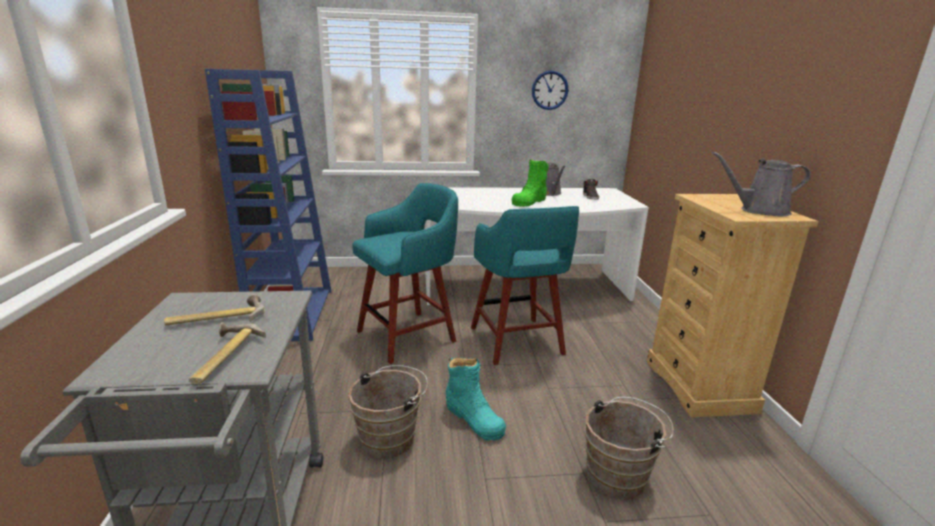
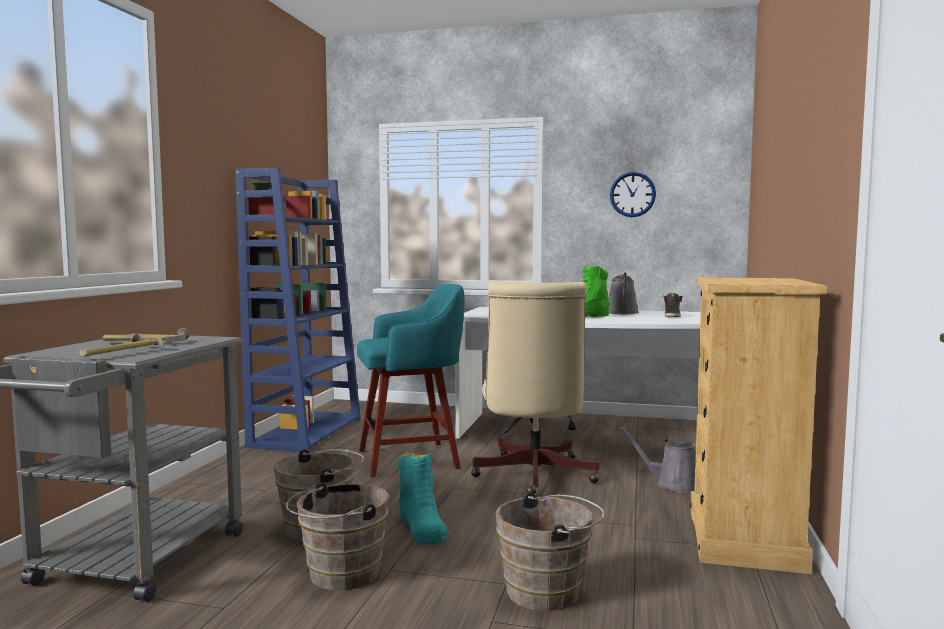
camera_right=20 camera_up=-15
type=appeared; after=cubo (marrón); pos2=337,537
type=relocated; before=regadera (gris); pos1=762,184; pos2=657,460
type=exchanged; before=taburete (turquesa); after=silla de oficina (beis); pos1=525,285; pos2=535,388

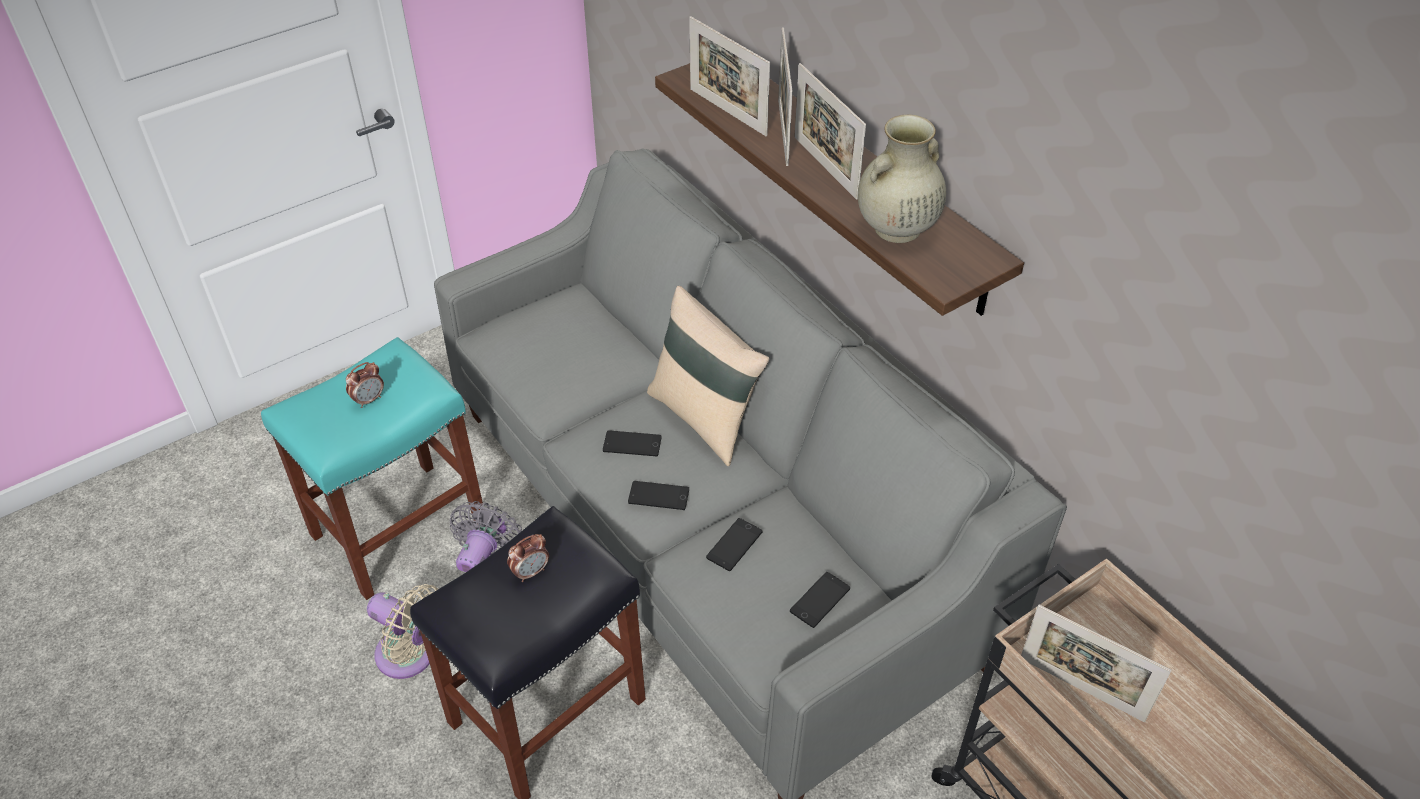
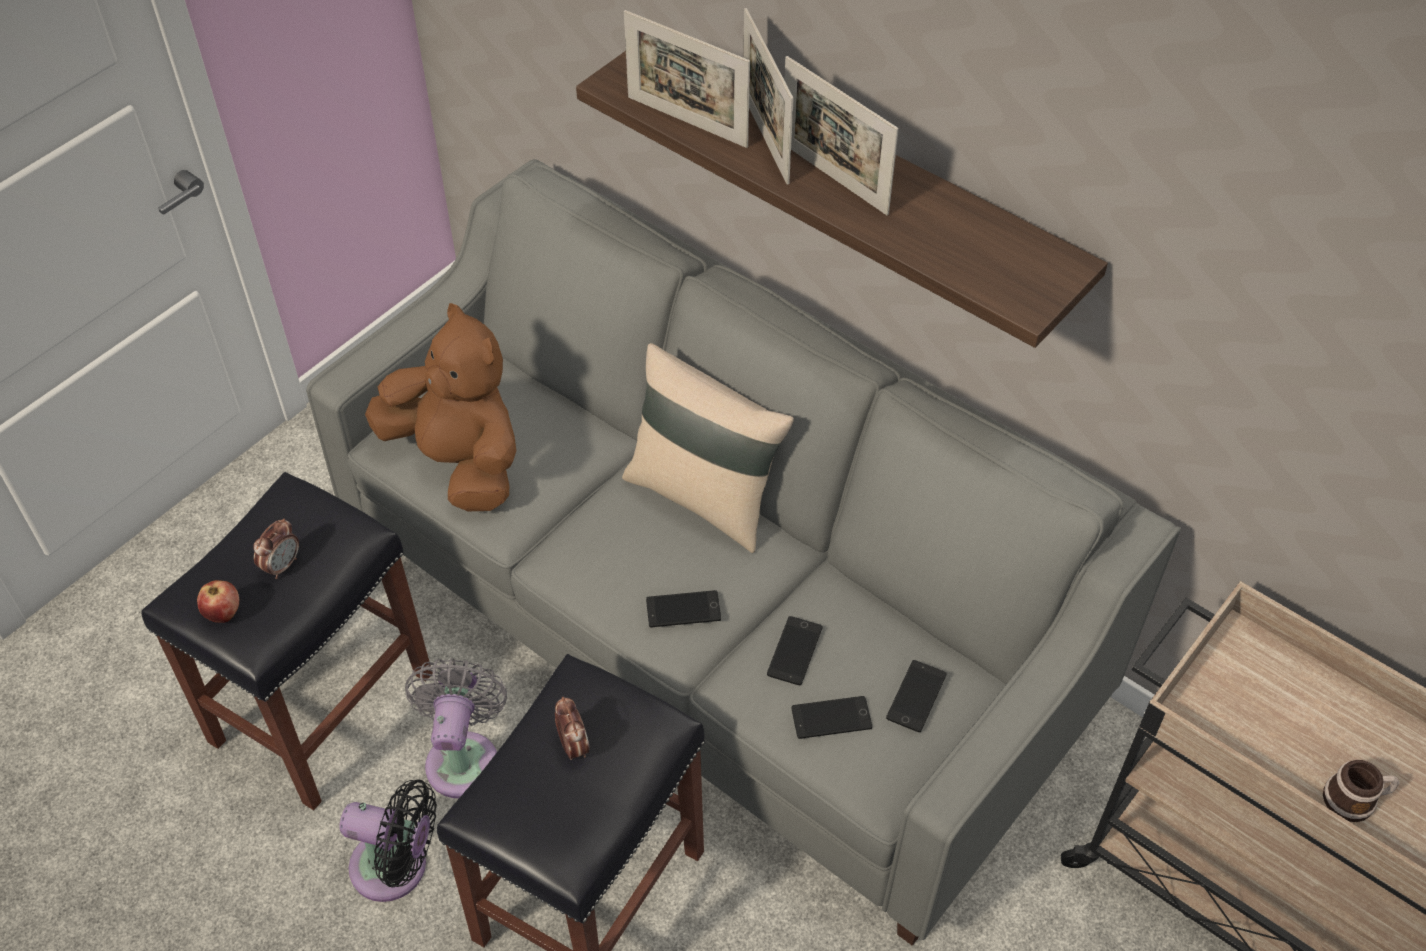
camera_right=-15 camera_up=5
type=missing; before=florero (beis); pos1=902,179
type=missing; before=portarretratos; pos1=1096,663
type=appeared; after=manzana; pos2=218,601
type=appeared; after=peluche (marrón); pos2=440,407
type=appeared; after=taza grande; pos2=1361,791
type=relocated; before=móvil; pos1=632,443; pos2=832,717
type=colour; before=taburete (turquesa); after=taburete (negro); pos1=372,468; pos2=287,641
type=colour; before=ventilador (beis); after=ventilador (negro); pos1=402,631; pos2=388,840
type=spun; before=despertador; pos1=528,558; pos2=572,728; turn=-60

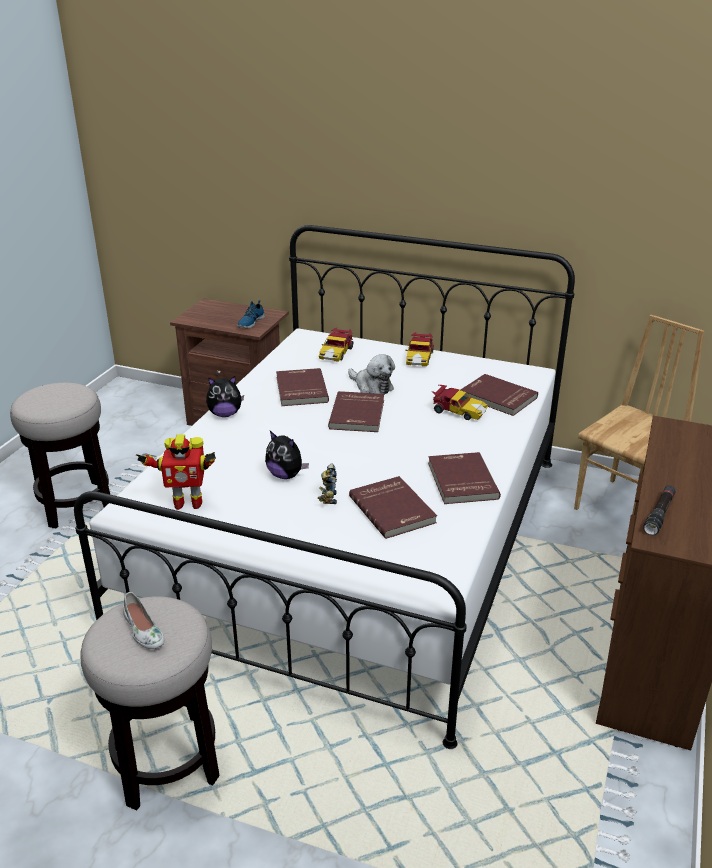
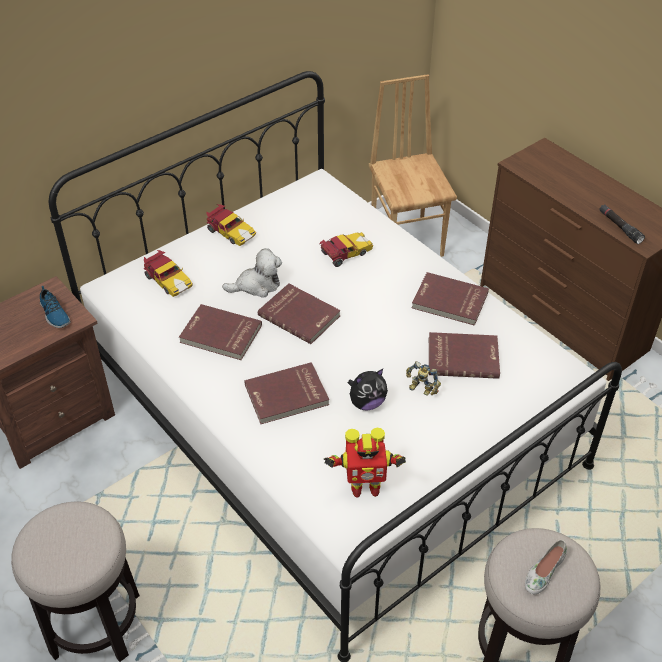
camera_right=-60 camera_up=15
type=missing; before=peluche; pos1=225,396
type=relocated; before=libro (rojo); pos1=499,395; pos2=286,393
type=spun; before=zapato (blanco); pos1=143,620; pos2=546,567; turn=135
type=spun; before=robot de juguete; pos1=176,472; pos2=365,463; turn=60

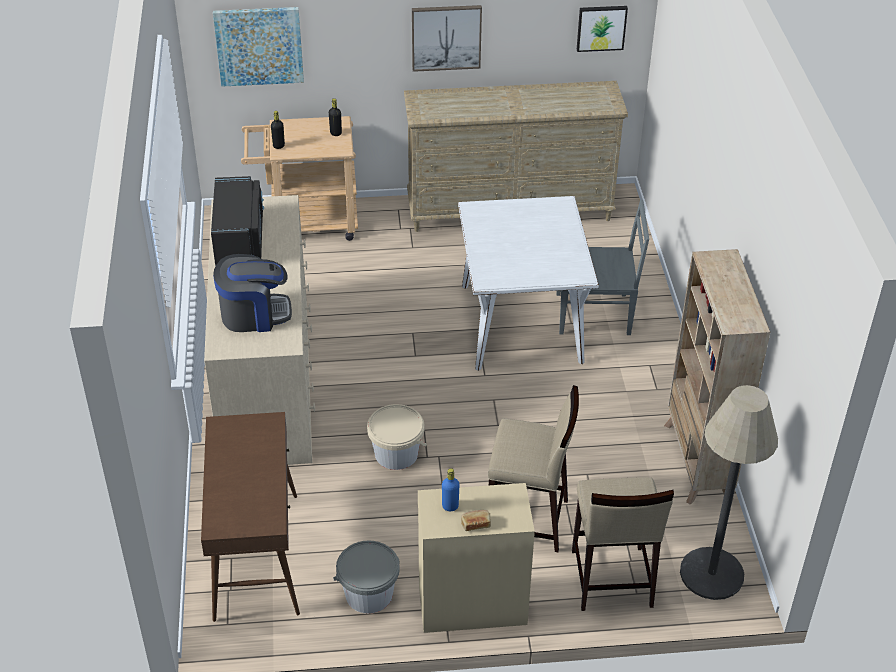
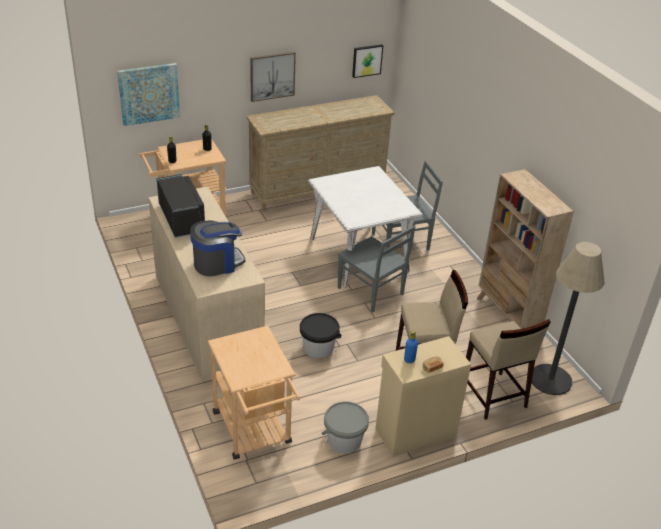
camera_right=-20 camera_up=-5
type=appeared; after=silla (gris); pos2=377,269
type=exchanged; before=mesa consola (marrón); after=carrito (beis); pos1=250,517; pos2=254,393
type=colour; before=cubo (beis); after=cubo (negro); pos1=397,437; pos2=321,335

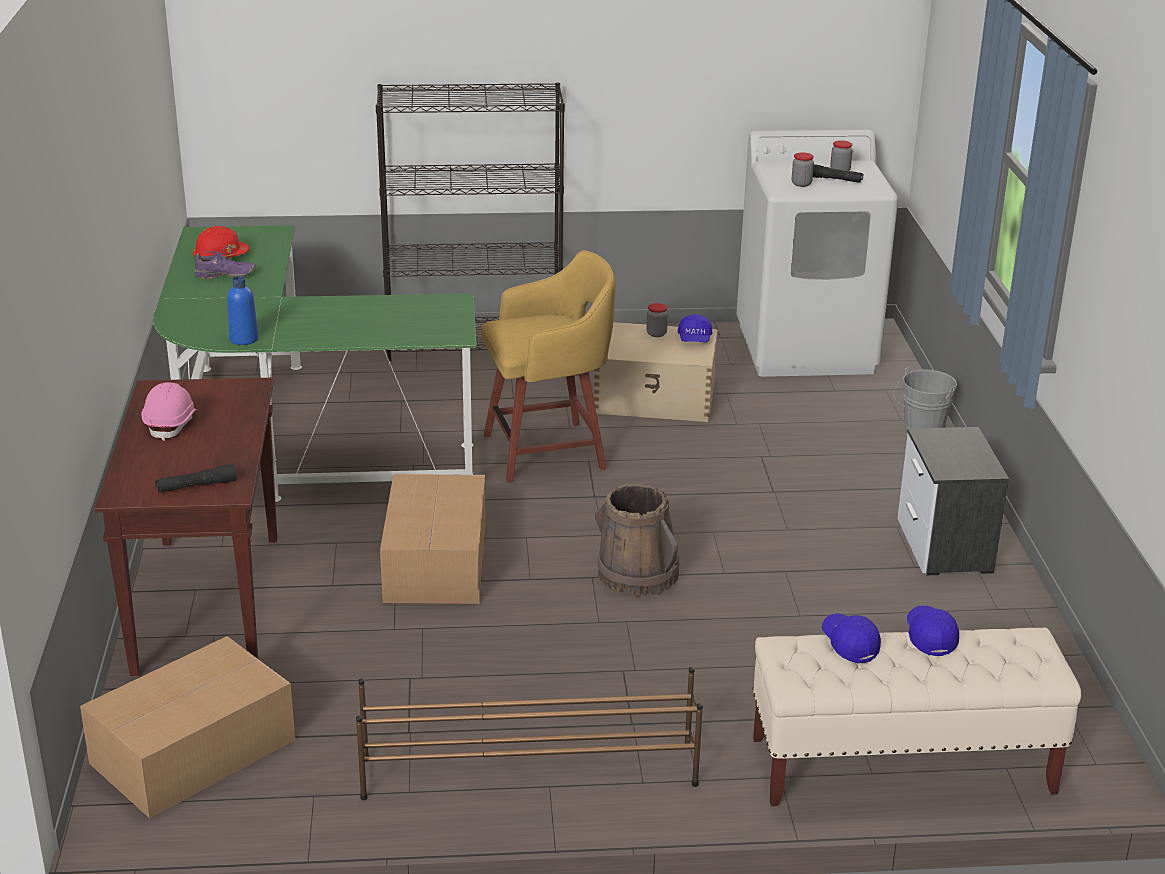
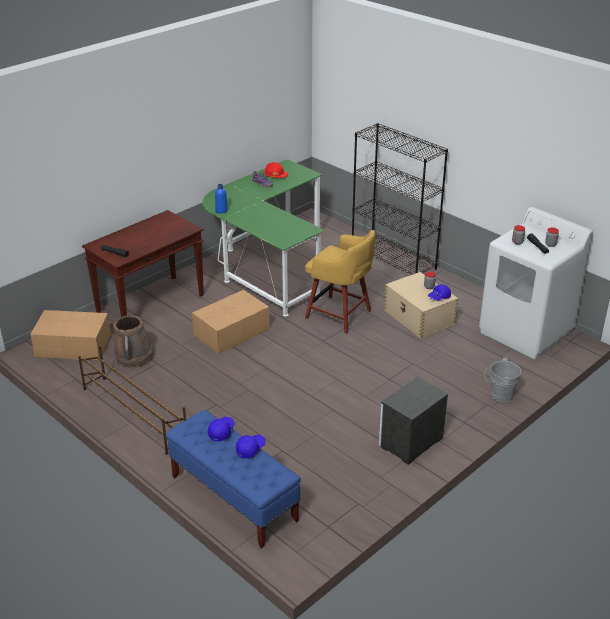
camera_right=50 camera_up=5
type=missing; before=casco (rosa); pos1=169,411
type=relocated; before=cubo (marrón); pos1=637,540; pos2=133,342
type=colour; before=banco (beis); after=banco (azul); pos1=917,716; pos2=233,479

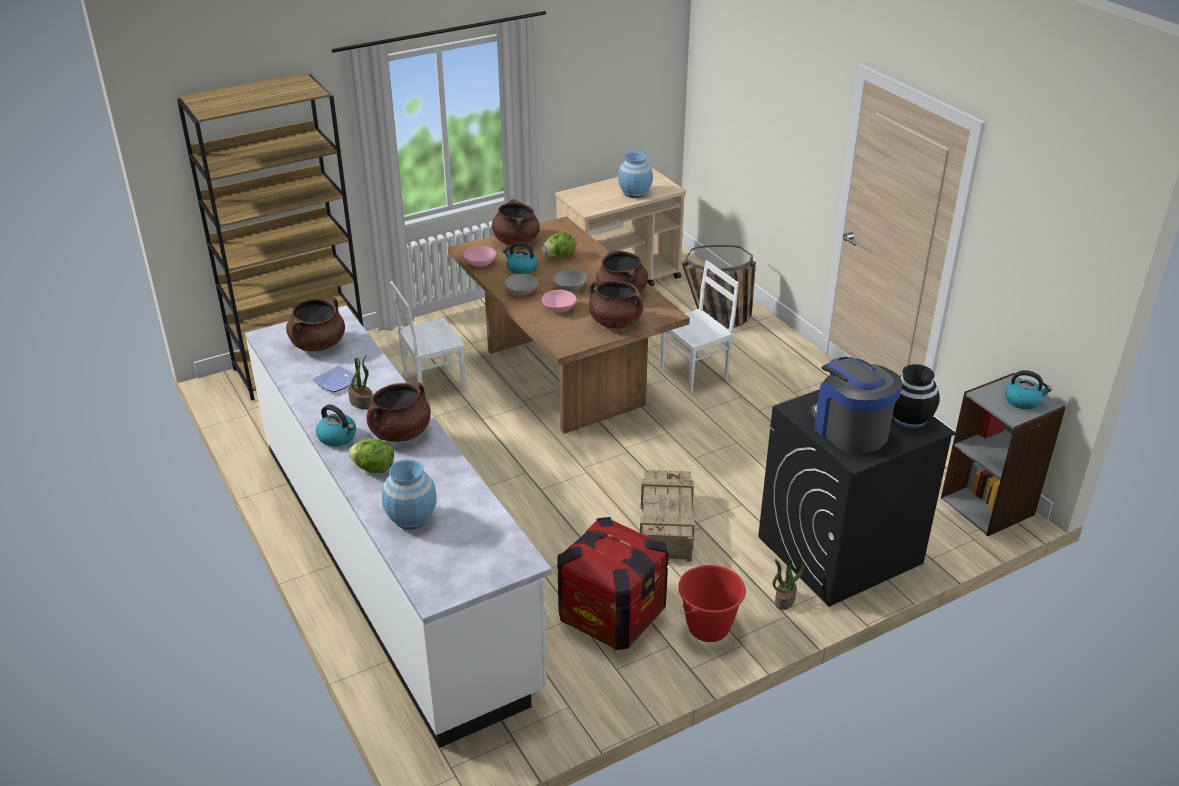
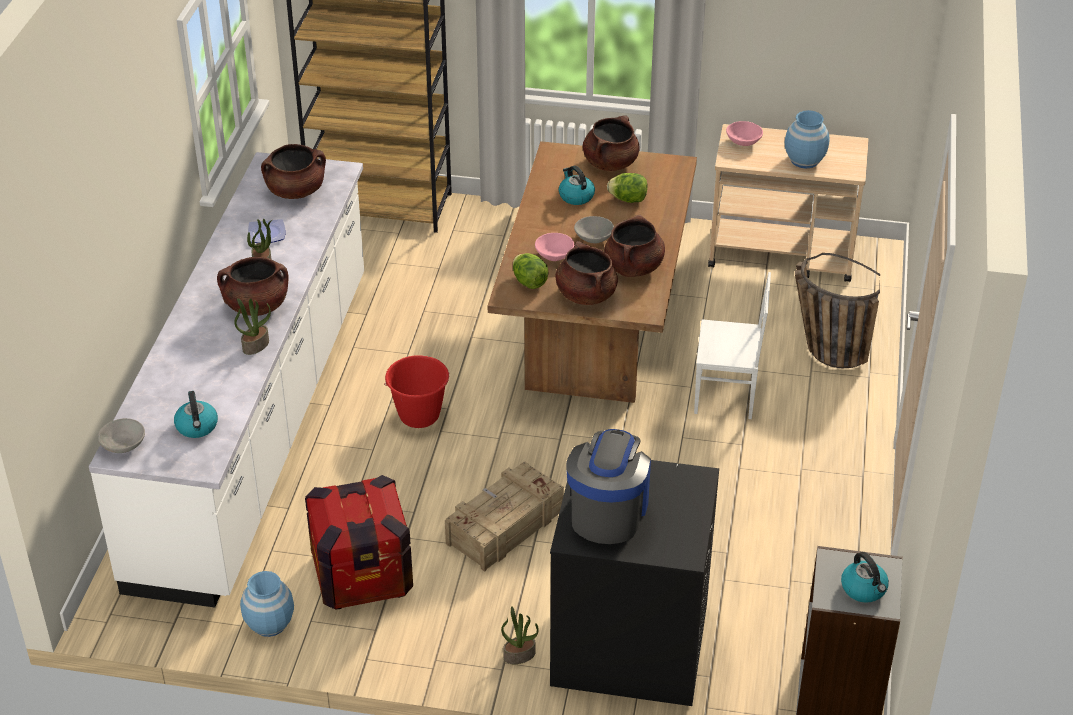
camera_right=40 camera_up=5
type=missing; before=silla (blanco); pos1=428,336
type=missing; before=florero (negro); pos1=916,396
type=appeared; after=planta en maceta; pos2=252,326
type=relocated; before=hervidor; pos1=336,425; pos2=196,414
type=relocated; before=lechuga; pos1=371,456; pos2=531,271
type=relocated; before=florero (azul); pos1=409,494; pos2=267,604
type=relocated; before=cuenco (rosa); pos1=479,256; pos2=744,133
type=relocated; before=cuenco (gris); pos1=521,285; pos2=121,435
type=relocated; before=cubo (rojo); pos1=712,603; pos2=417,391

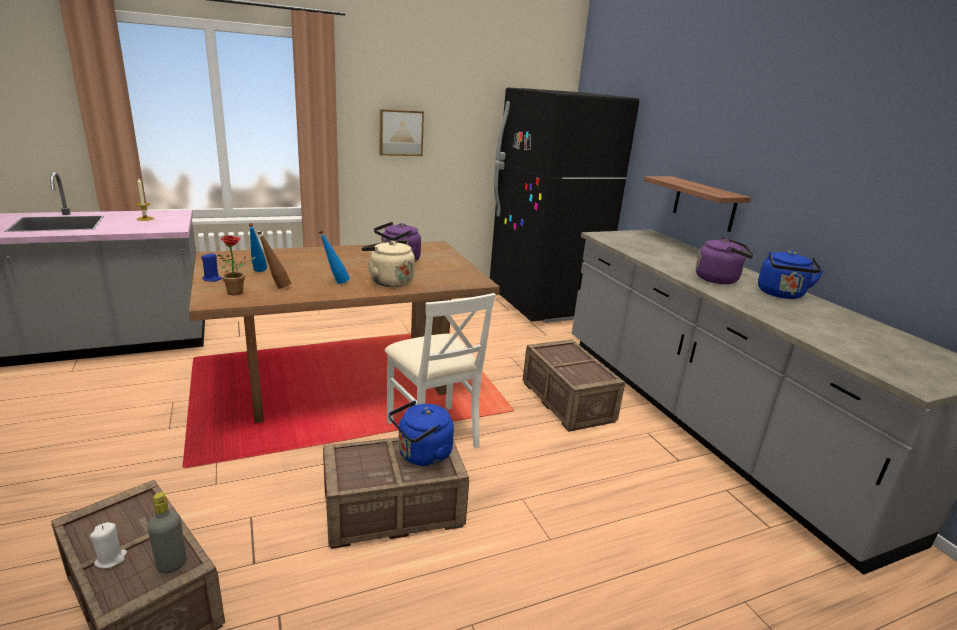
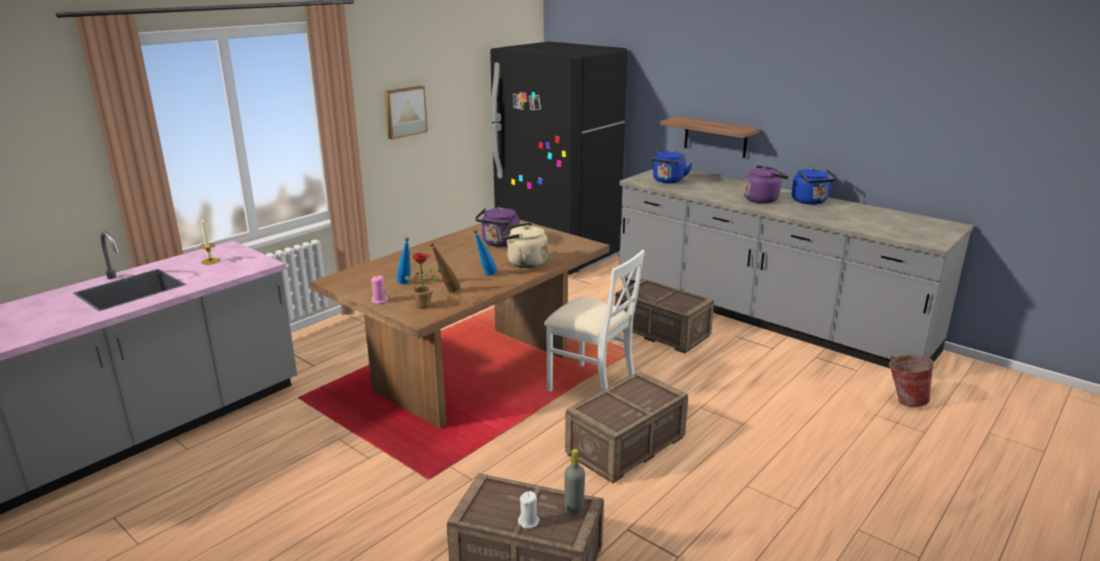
camera_right=-25 camera_up=0
type=appeared; after=cubo; pos2=913,381
type=relocated; before=hervidor (azul); pos1=421,433; pos2=671,166
type=colour; before=vela (azul); after=vela (rosa); pos1=211,267; pos2=379,289

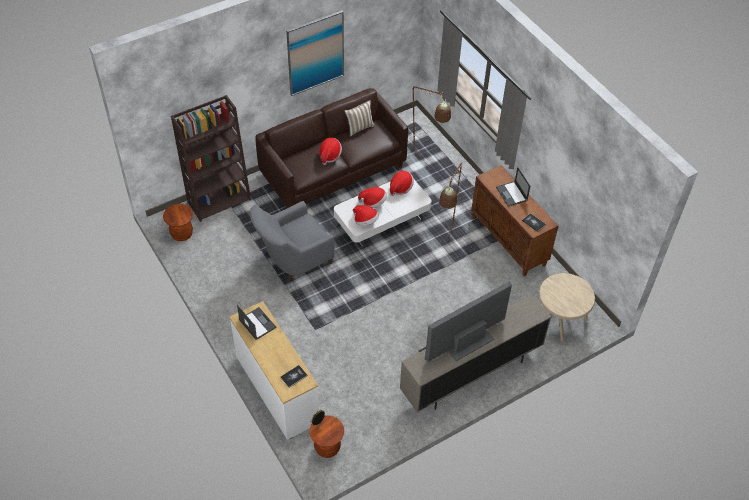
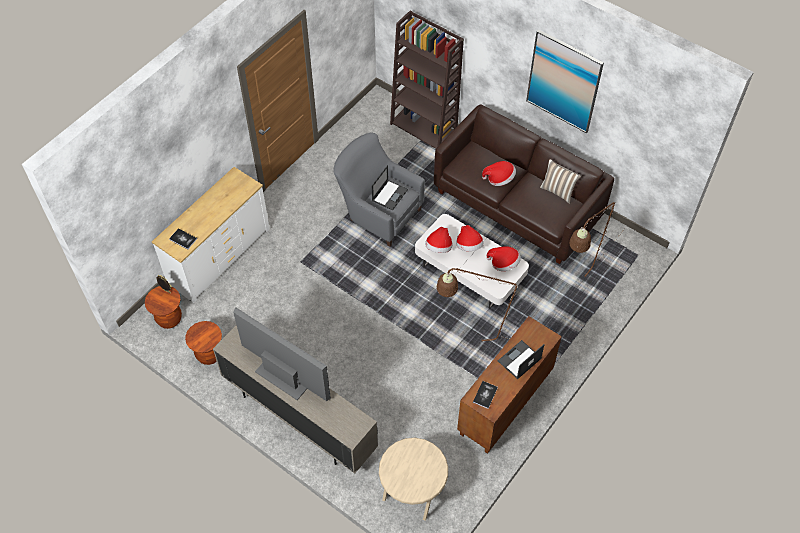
camera_right=70 camera_up=5
type=relocated; before=taburete (marrón); pos1=178,222; pos2=203,343
type=relocated; before=portátil; pos1=257,322; pos2=390,188

